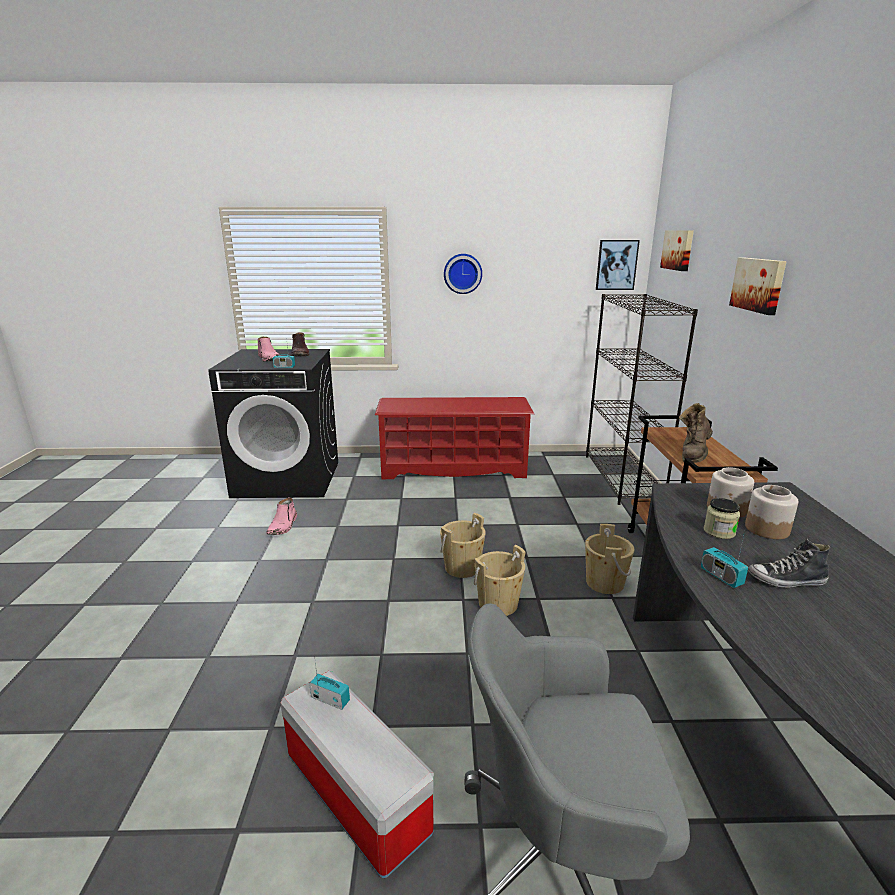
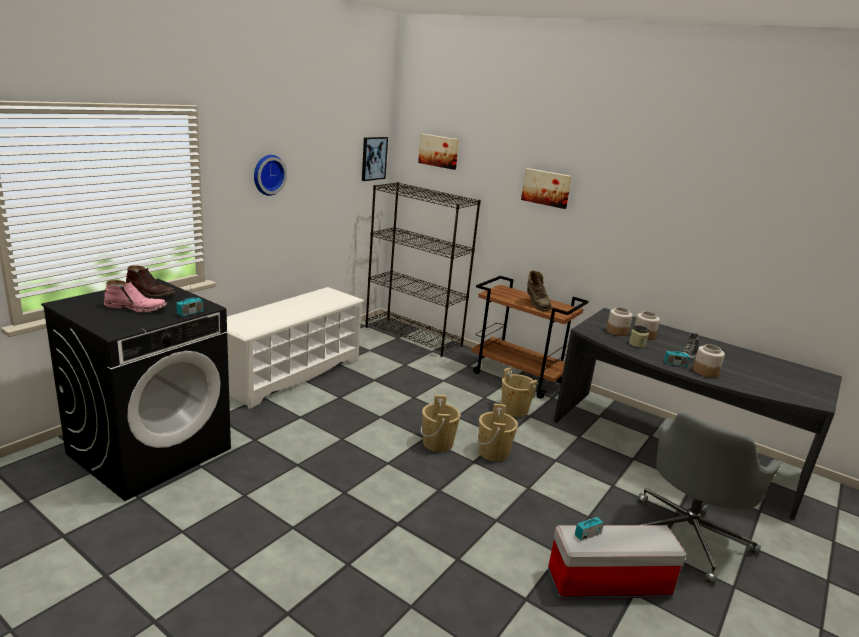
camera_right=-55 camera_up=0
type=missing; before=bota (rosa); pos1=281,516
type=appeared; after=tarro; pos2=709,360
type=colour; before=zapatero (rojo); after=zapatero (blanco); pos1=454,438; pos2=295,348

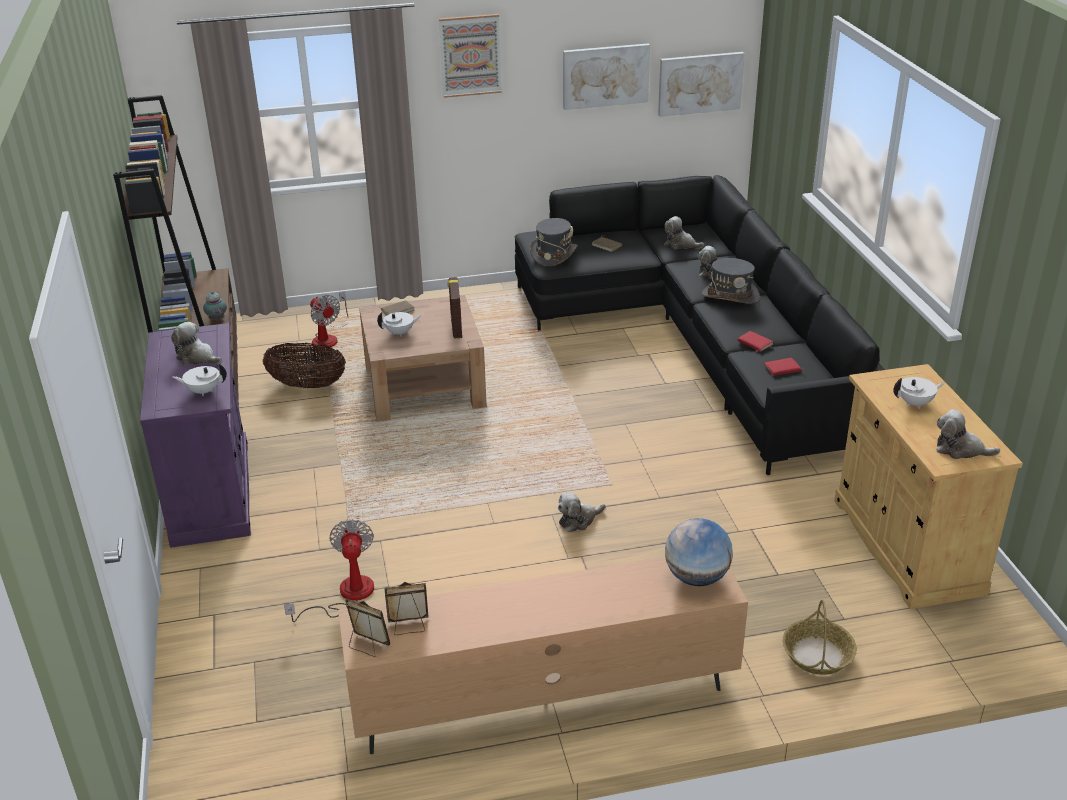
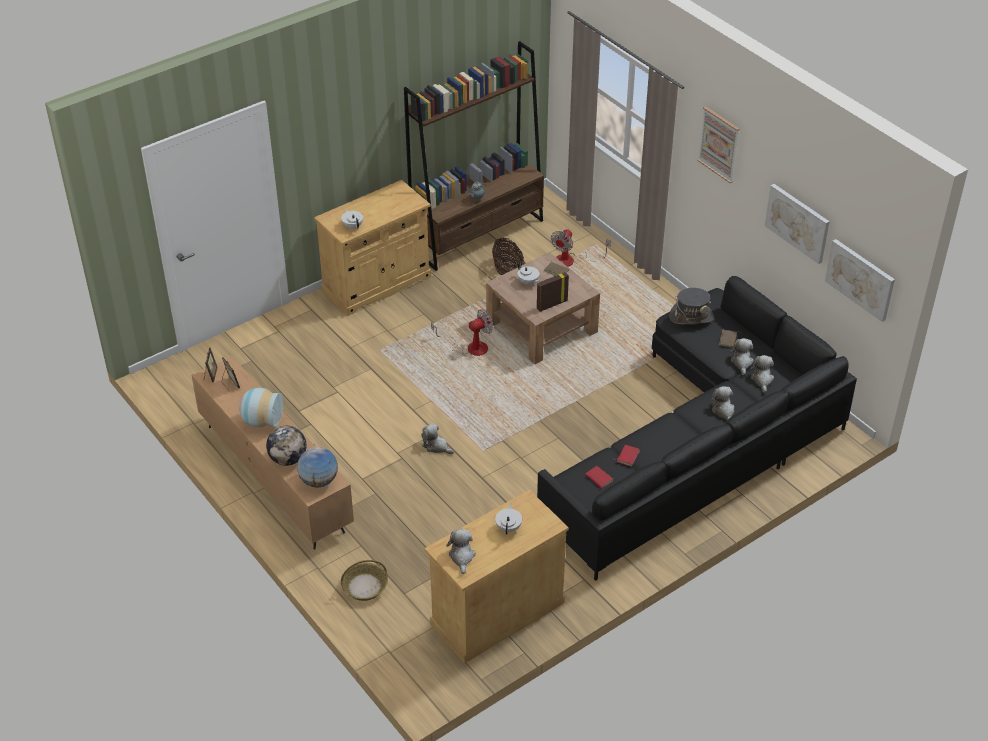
camera_right=65 camera_up=10
type=missing; before=sombrero (gris); pos1=731,281
type=appeared; after=florero; pos2=261,407
type=appeared; after=globo terráqueo; pos2=286,446
type=relocated; before=peluche; pos1=196,343; pos2=742,356
type=relocated; before=ventilador; pos1=329,570; pos2=462,332
type=colour; before=armario (morado); after=armario (beis); pos1=195,435; pos2=372,248
type=spun; before=tetera (blanco); pos1=919,393; pos2=508,519; turn=-135

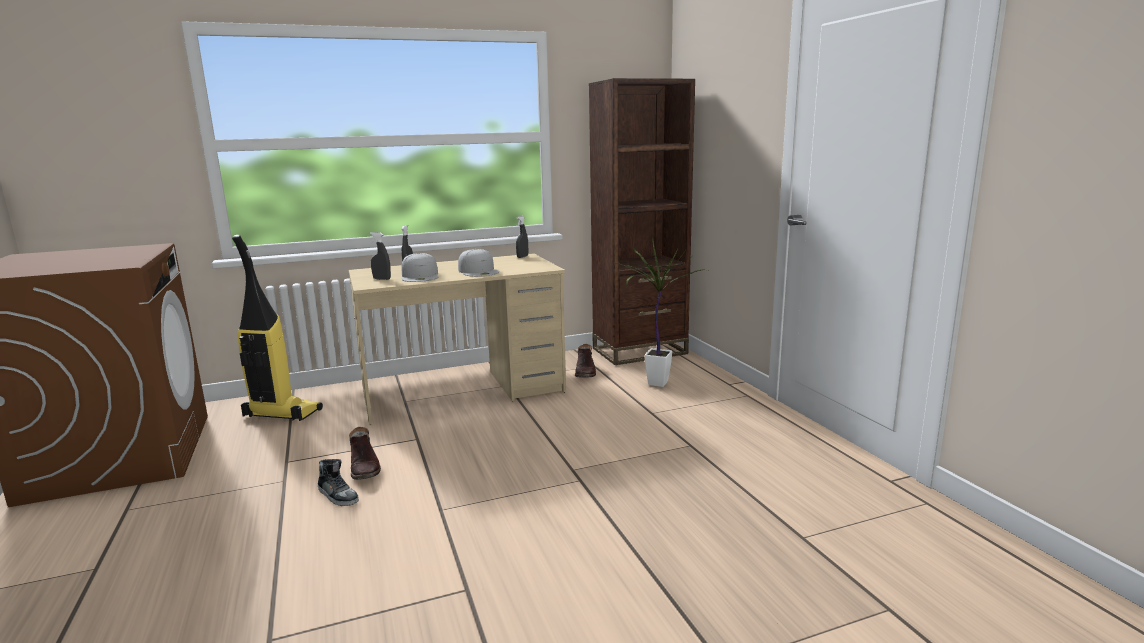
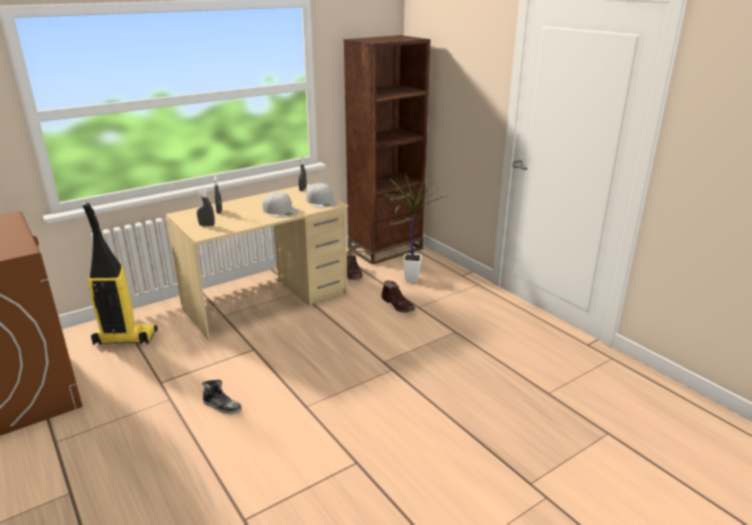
camera_right=-15 camera_up=10
type=relocated; before=bota (marrón); pos1=365,453; pos2=398,297
type=relocated; before=gorra (blanco); pos1=420,267; pos2=322,195

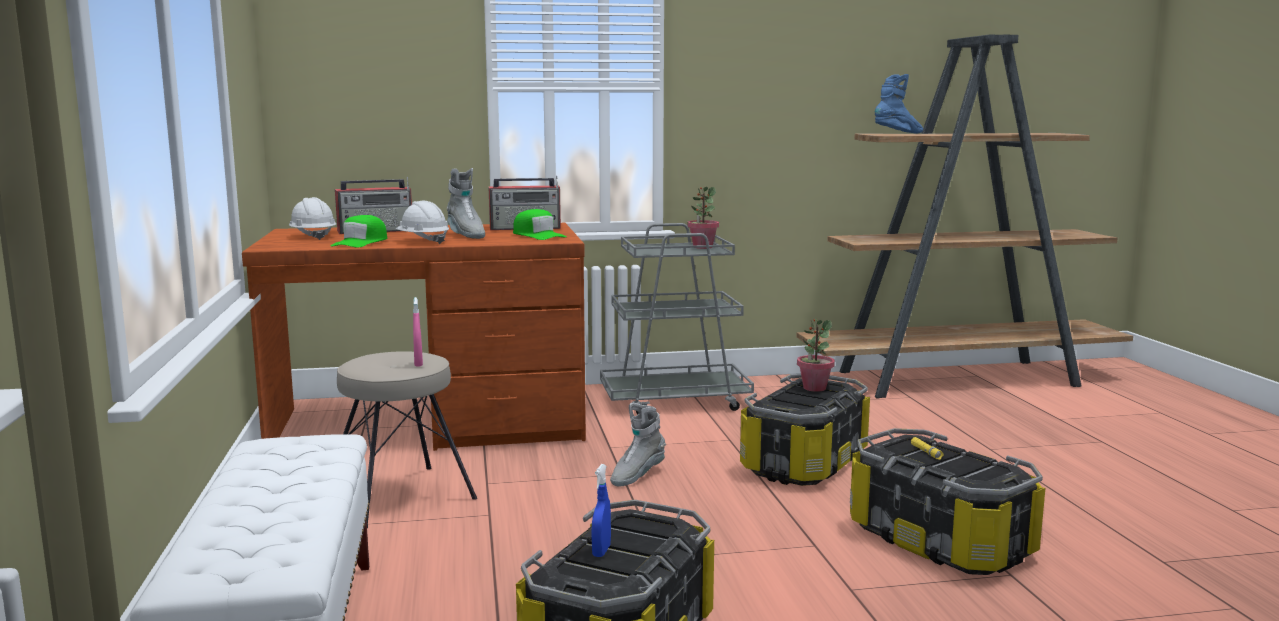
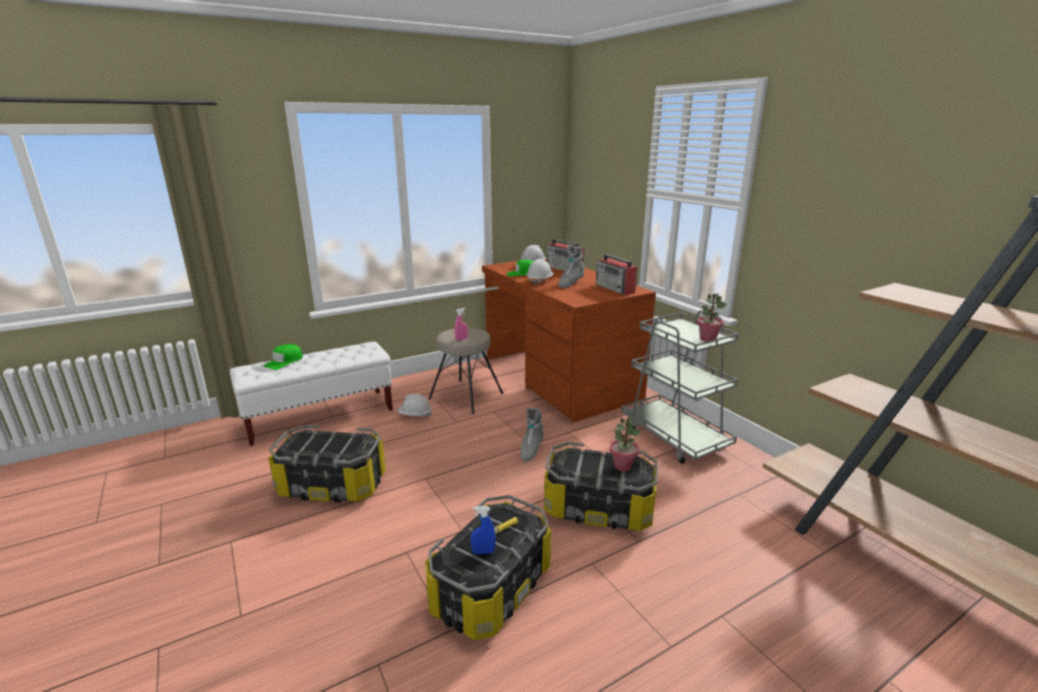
camera_right=70 camera_up=10
type=missing; before=bota (azul); pos1=899,104
type=appeared; after=casco (blanco); pos2=414,405
type=relocated; before=gorra (verde); pos1=540,224; pos2=283,357
type=relocated; before=pulverizador (azul); pos1=601,510; pos2=483,530
type=spun; before=bota (gris); pos1=638,445; pos2=532,434; turn=-90

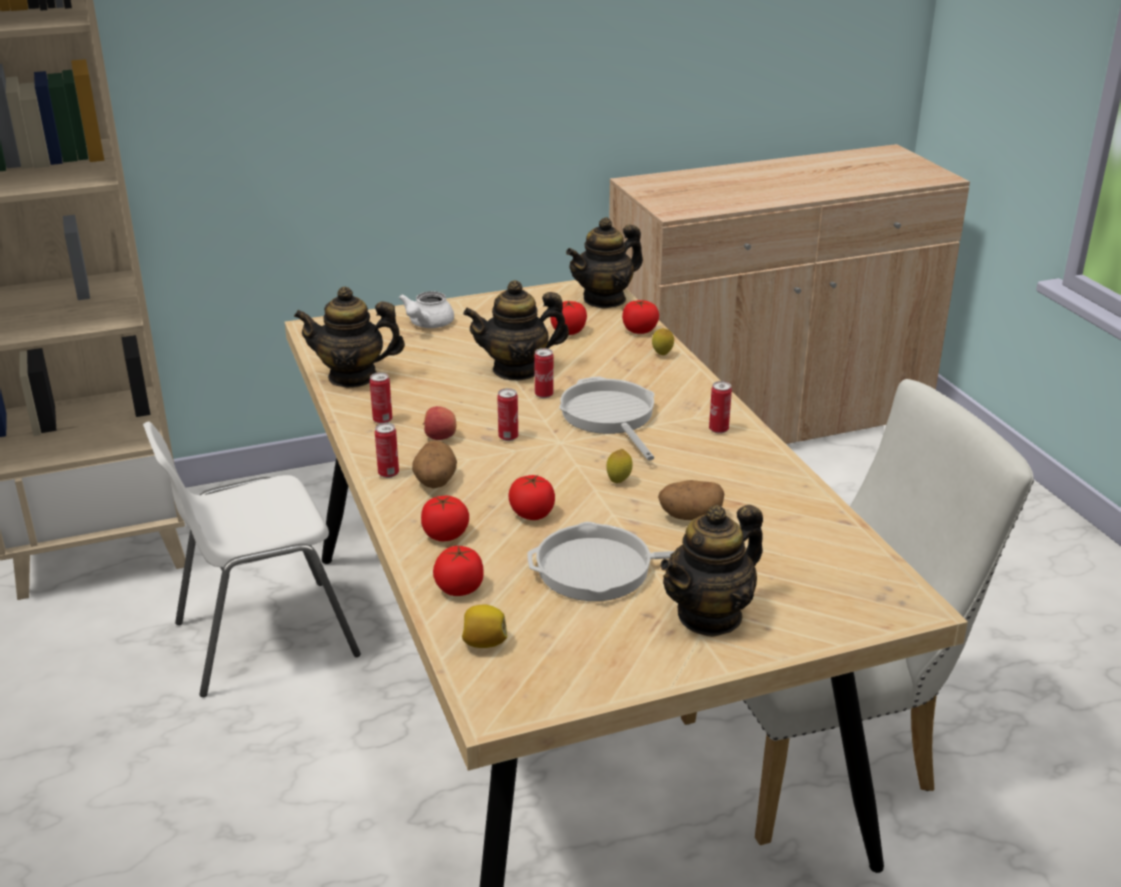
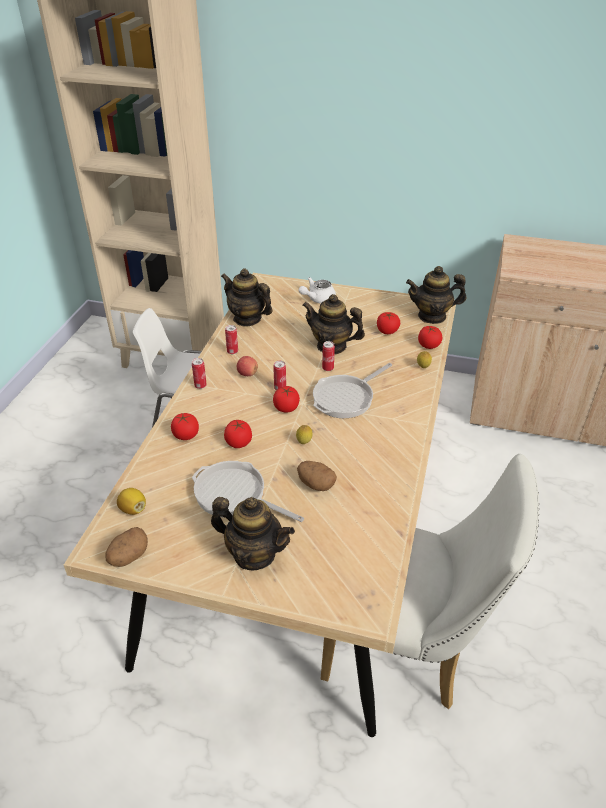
camera_right=35 camera_up=10
type=missing; before=lata; pos1=720,407
type=relocated; before=patata; pos1=434,464; pos2=126,547
type=relocated; before=tomate; pos1=458,571; pos2=286,399
type=spun; before=sartén; pos1=606,418; pos2=352,390; turn=-150
type=spun; before=tetera; pos1=711,571; pos2=253,533; turn=-150

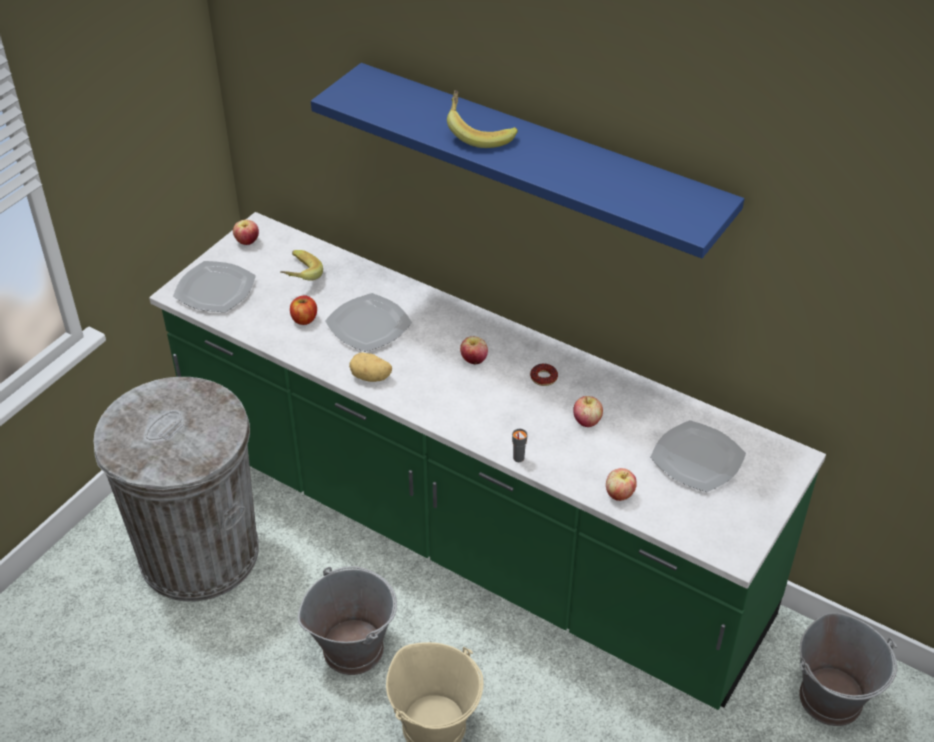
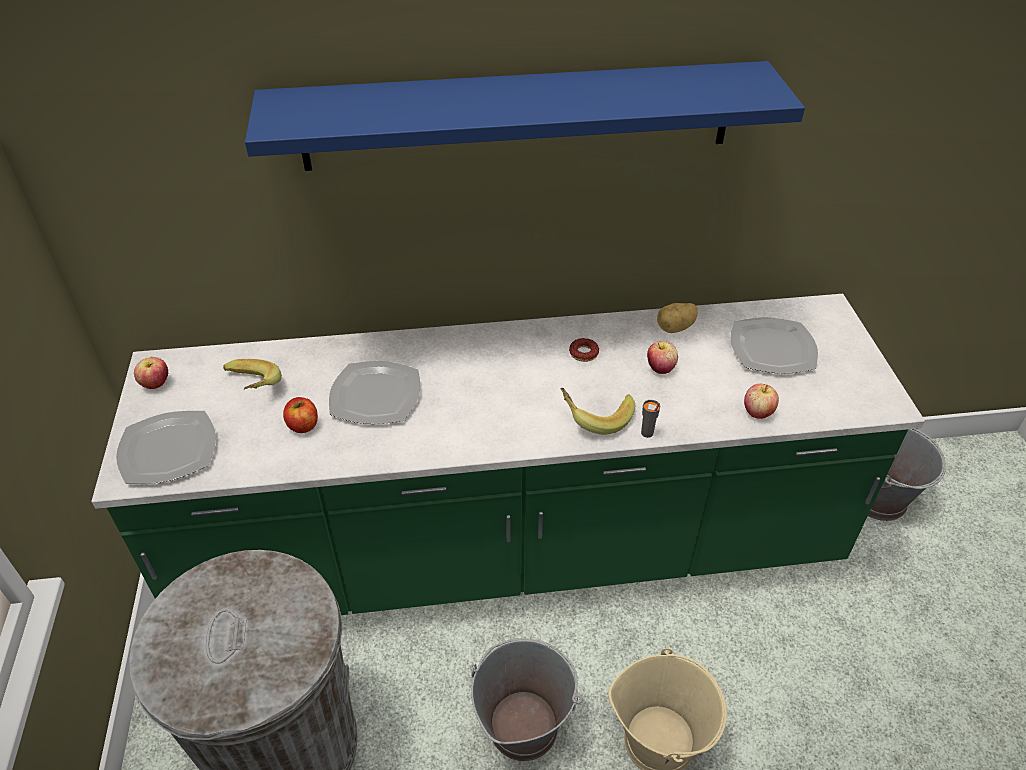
camera_right=-40 camera_up=0
type=missing; before=manzana; pos1=474,350
type=relocated; before=patata; pos1=370,367; pos2=677,318
type=relocated; before=plátano; pos1=482,119; pos2=597,411

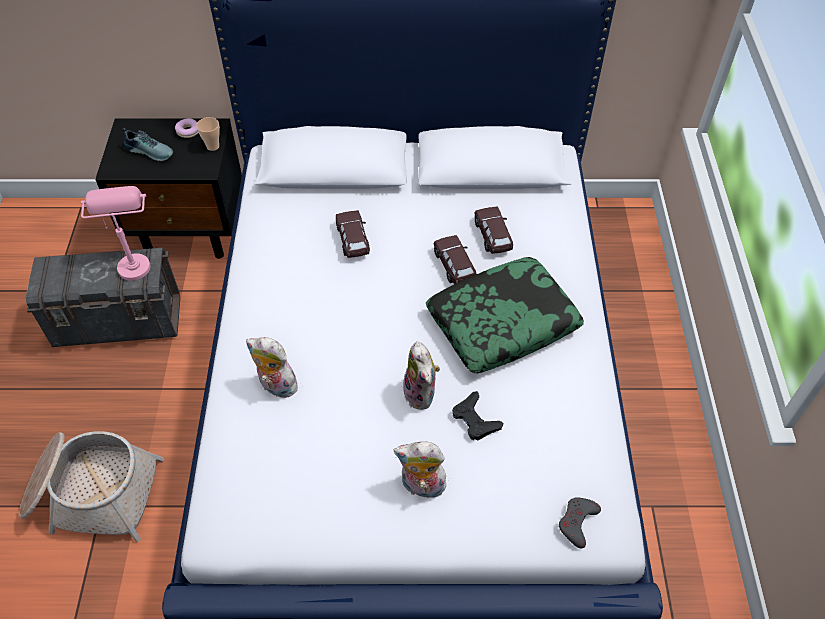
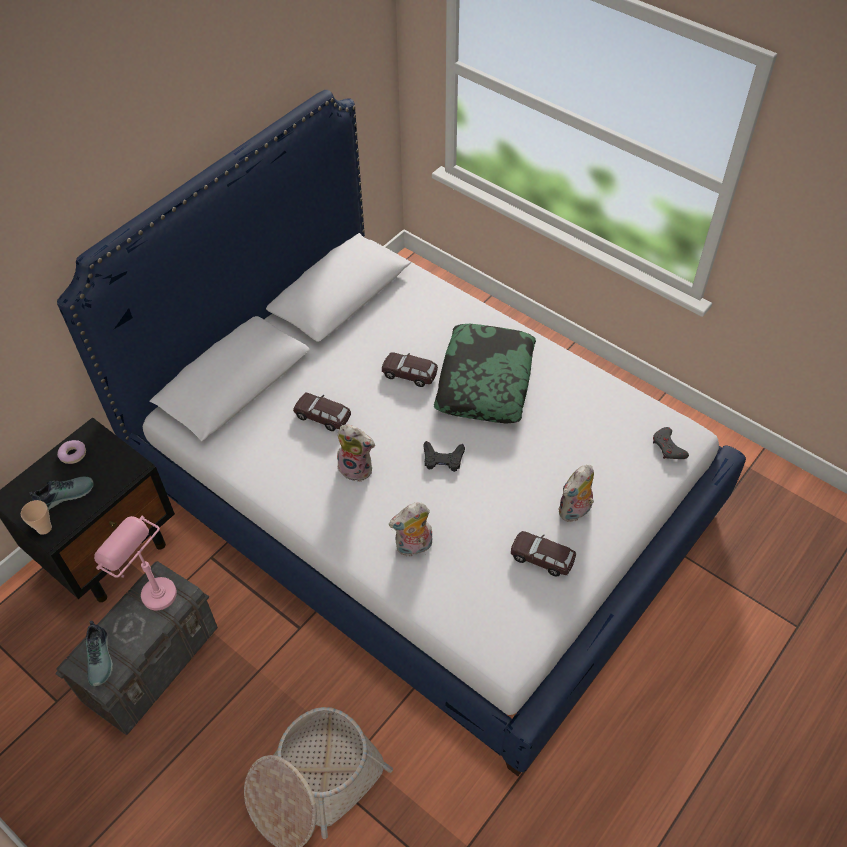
camera_right=-50 camera_up=0
type=appeared; after=zapato; pos2=99,653
type=relocated; before=taza; pos1=208,134; pos2=36,517
type=relocated; before=peluche; pos1=420,375; pos2=356,453
type=relocated; before=mando de consola (negro); pos1=477,416; pos2=444,456
type=relocated; before=coche de juguete (marrón); pos1=494,230; pos2=543,554

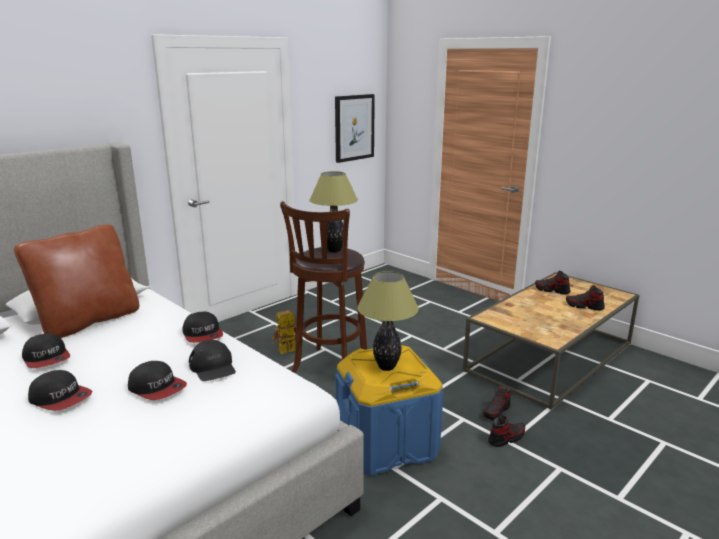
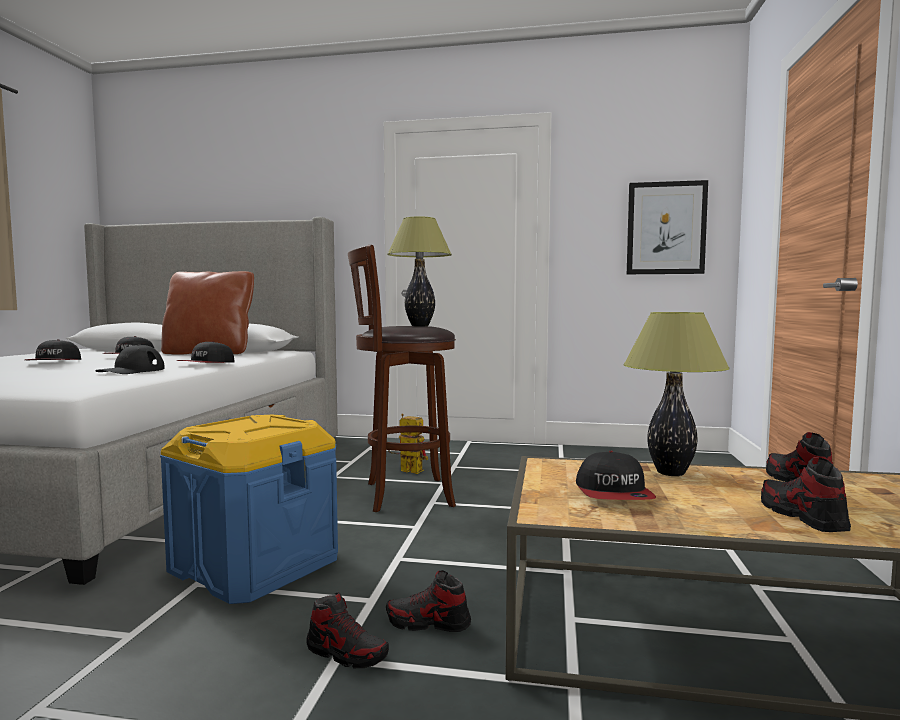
camera_right=55 camera_up=-15
type=relocated; before=gorra; pos1=157,380; pos2=616,475
type=relocated; before=lámpara de mesa; pos1=388,321; pos2=676,394

